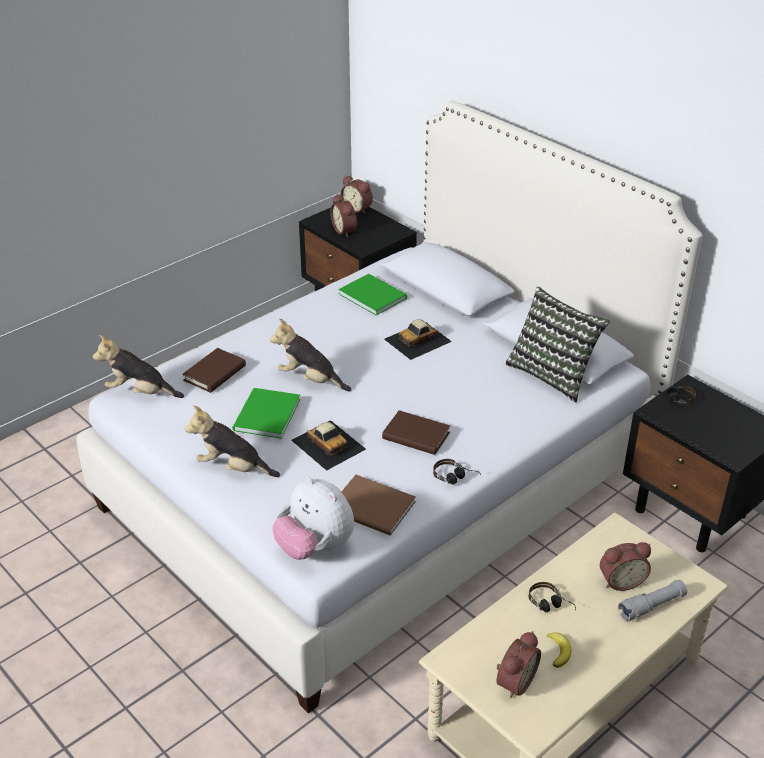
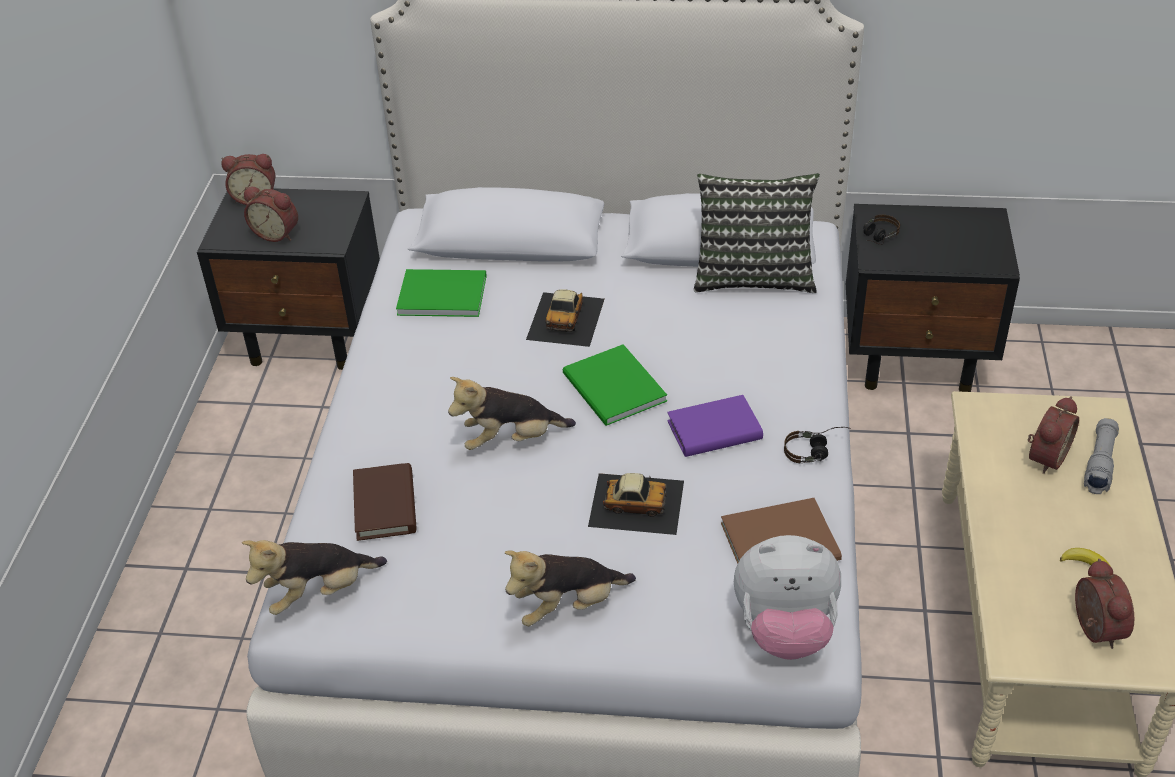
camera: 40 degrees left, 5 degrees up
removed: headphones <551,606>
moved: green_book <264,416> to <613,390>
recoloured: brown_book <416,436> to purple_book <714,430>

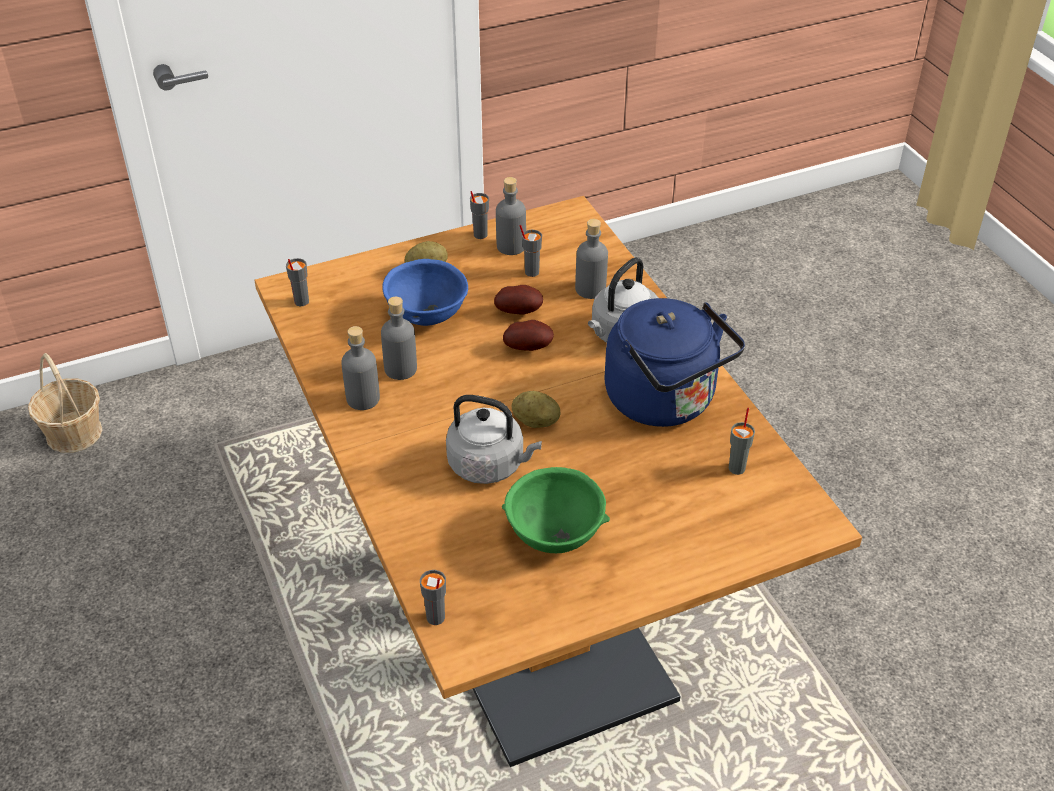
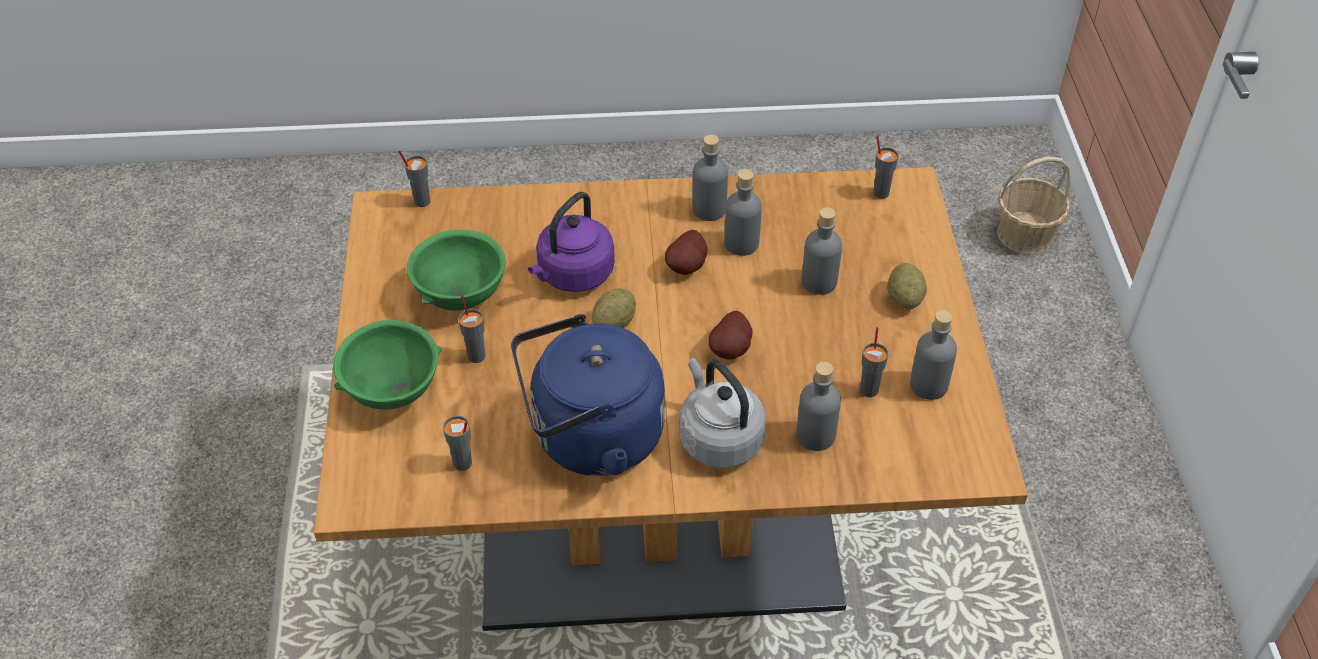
camera: 110 degrees right, 5 degrees up
added: green_bowl <394,391>
moved: grey_cup <480,235> to <476,355>; potato <519,311> to <688,267>
replaced: blue_bowl <428,316> to grey_bottle <819,282>
recoloured: grey_kettle <490,465> to purple_kettle <573,275>

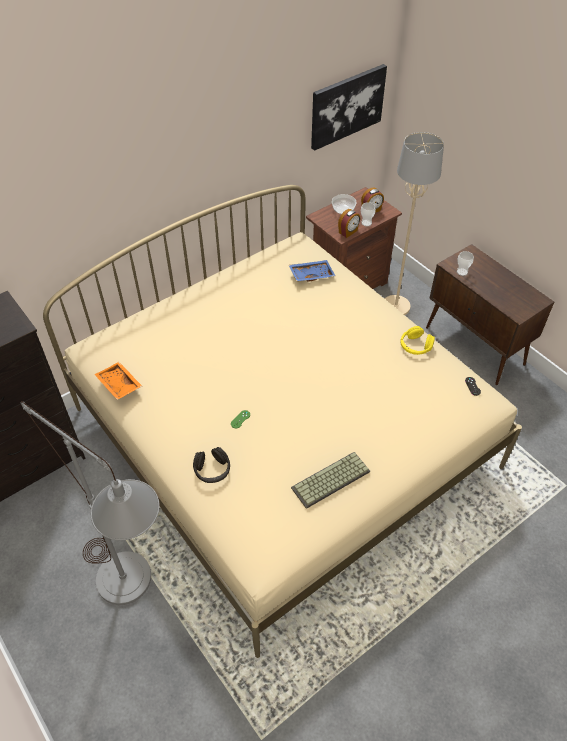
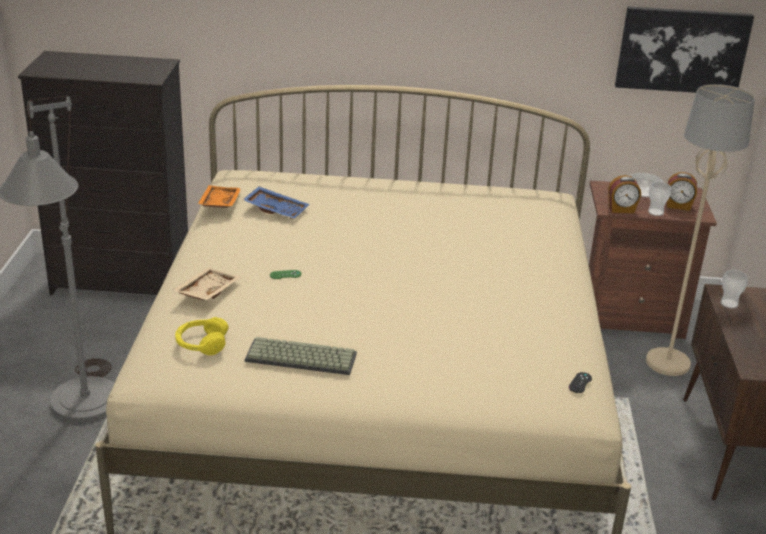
camera: 40 degrees right, 20 degrees down
moved: blue_tray <311,274> to <276,209>; yellow_headphones <415,346> to <201,344>
replaced: black_headphones <212,470> to beige_tray <206,291>

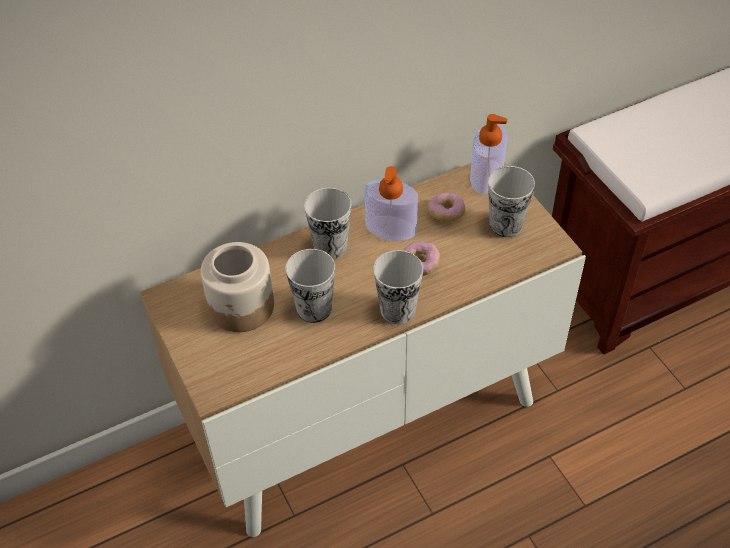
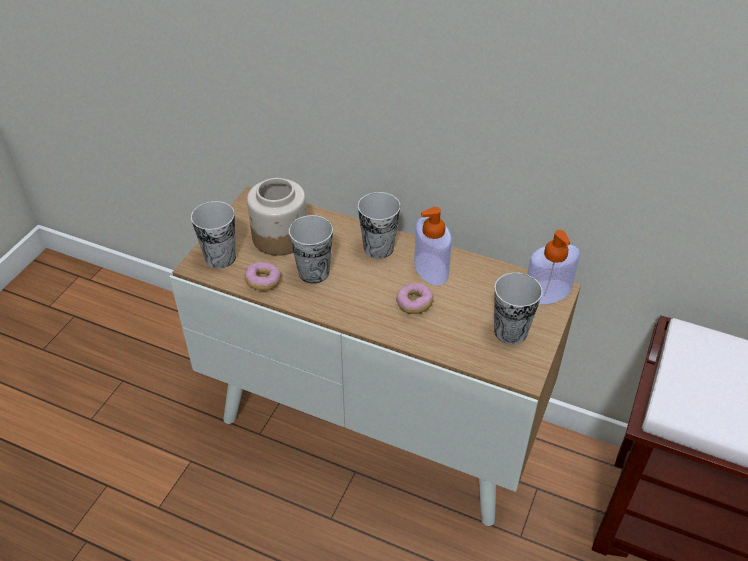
camera: 50 degrees right, 5 degrees down
moved: cup <397,310> to <220,257>; donut <446,213> to <263,282>

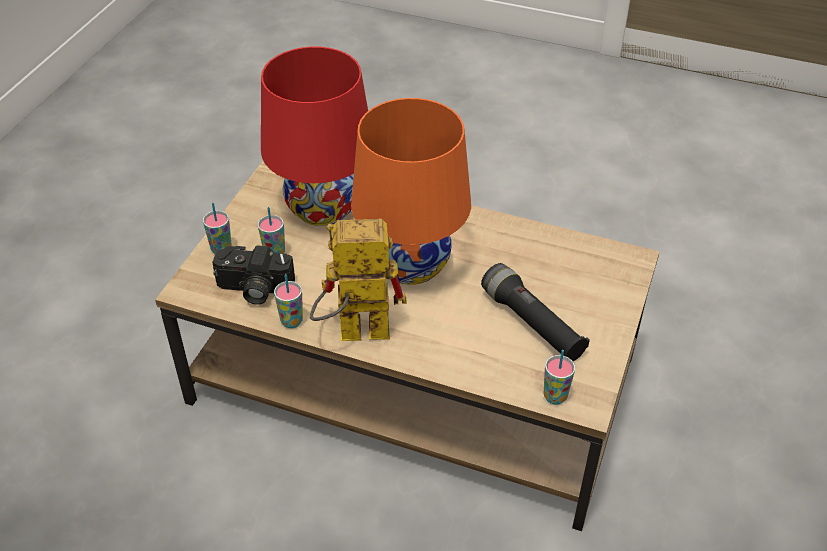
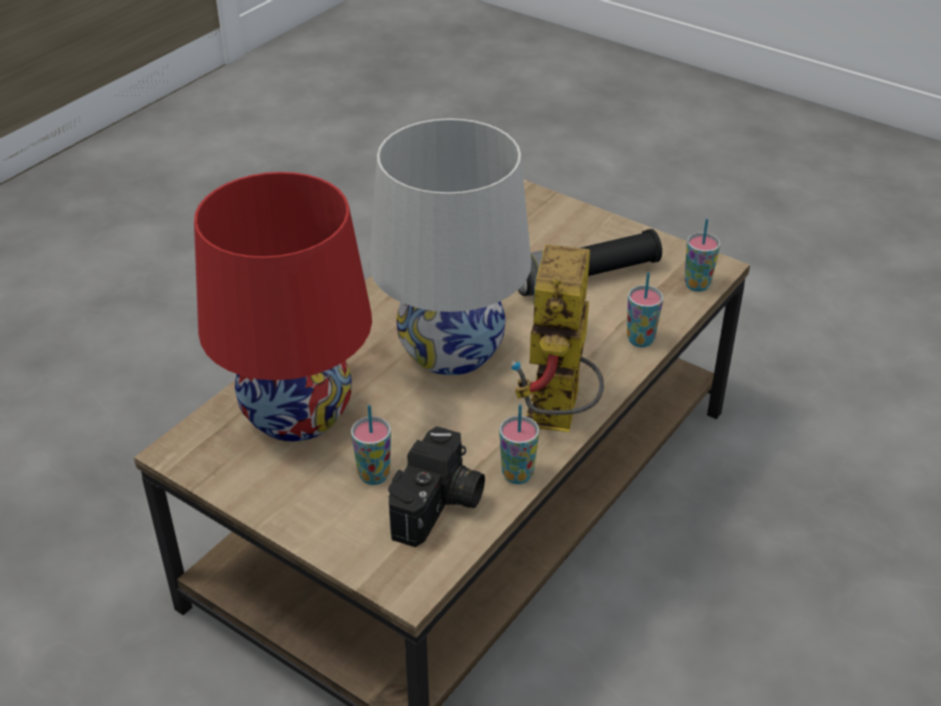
camera: 75 degrees left, 5 degrees down
moved: cup <221,249> to <640,340>
recoloured: orange_table_lamp <410,263> to white_table_lamp <450,350>

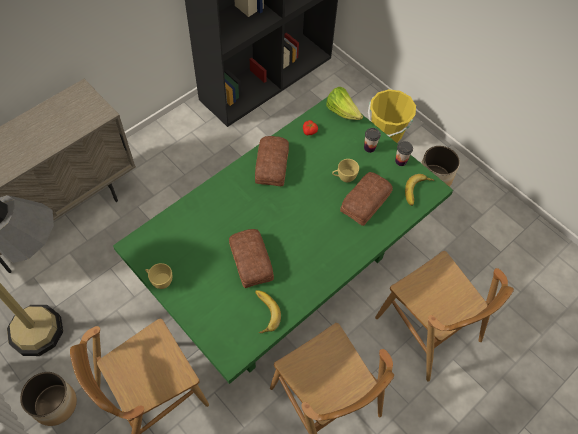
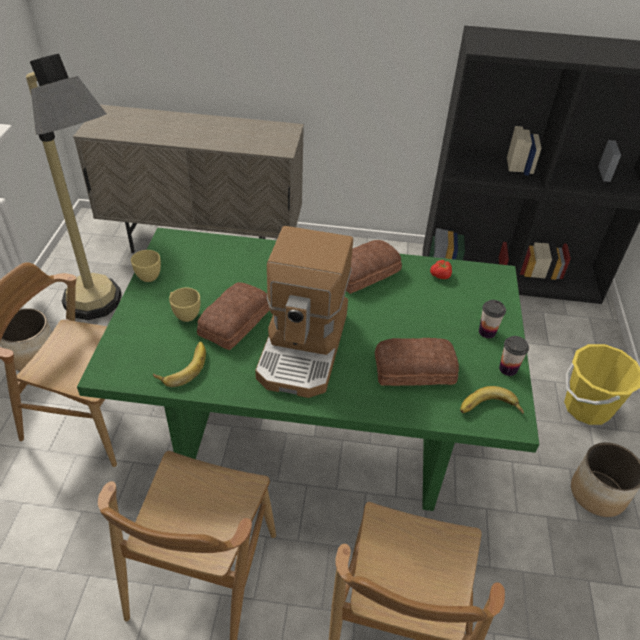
camera: 50 degrees right, 15 degrees down
removed: lettuce <342,112>
added: coffee_machine <304,347>
moved: yellow_cup <344,177> to <184,314>

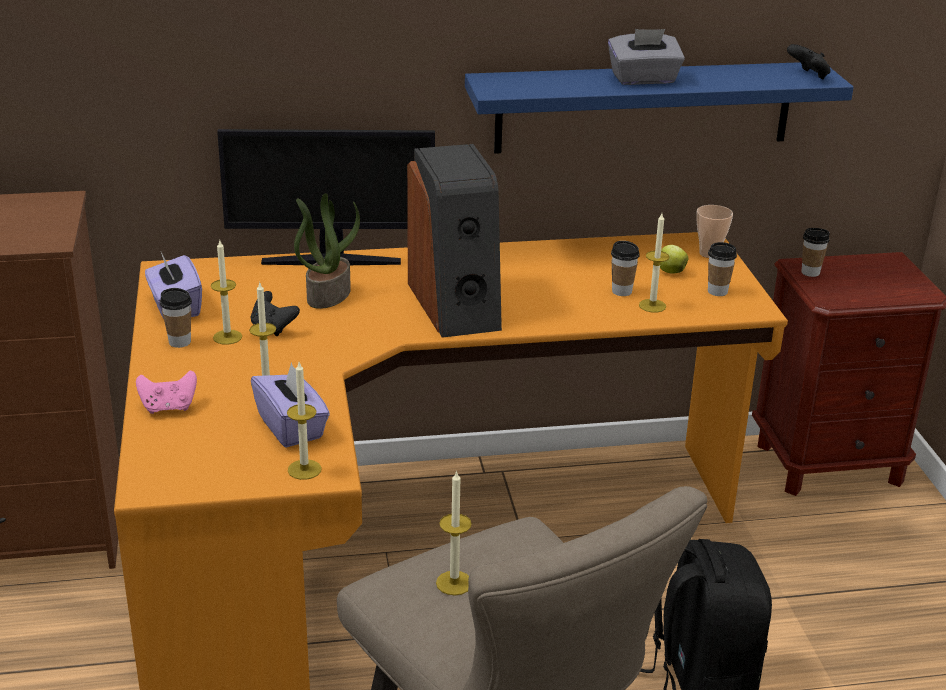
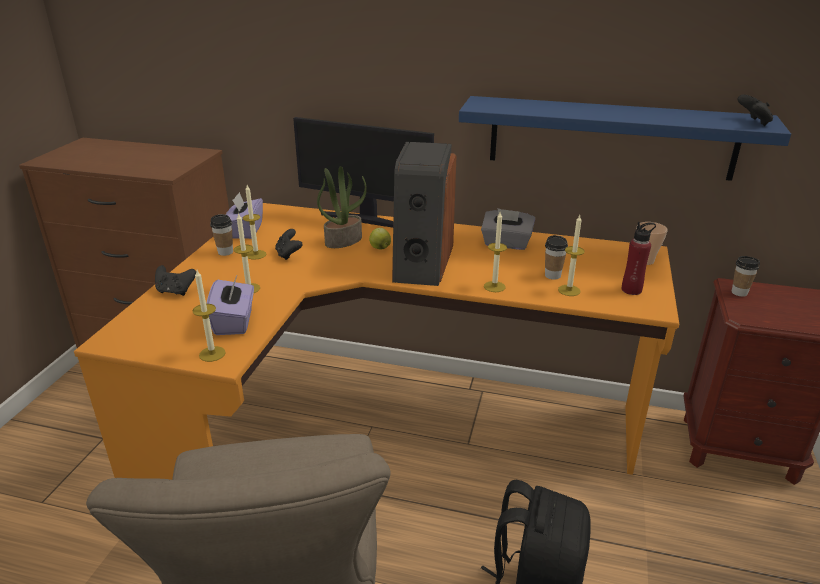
camera: 25 degrees right, 0 degrees up
moved: candle <454,583> to <494,286>; grey_tissue_box <643,79> to <506,243>; apple <670,271> to <380,248>
replaced: cup <717,291> to red_bottle <631,290>
recoloured: pink_game_controller <168,407> to black_game_controller <175,291>

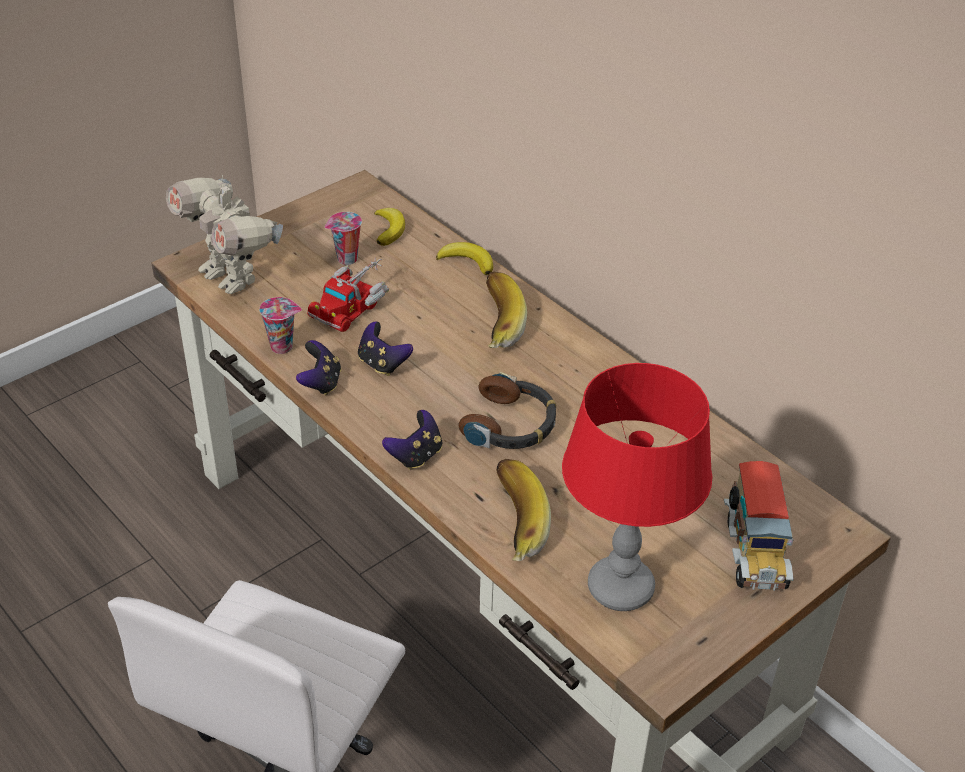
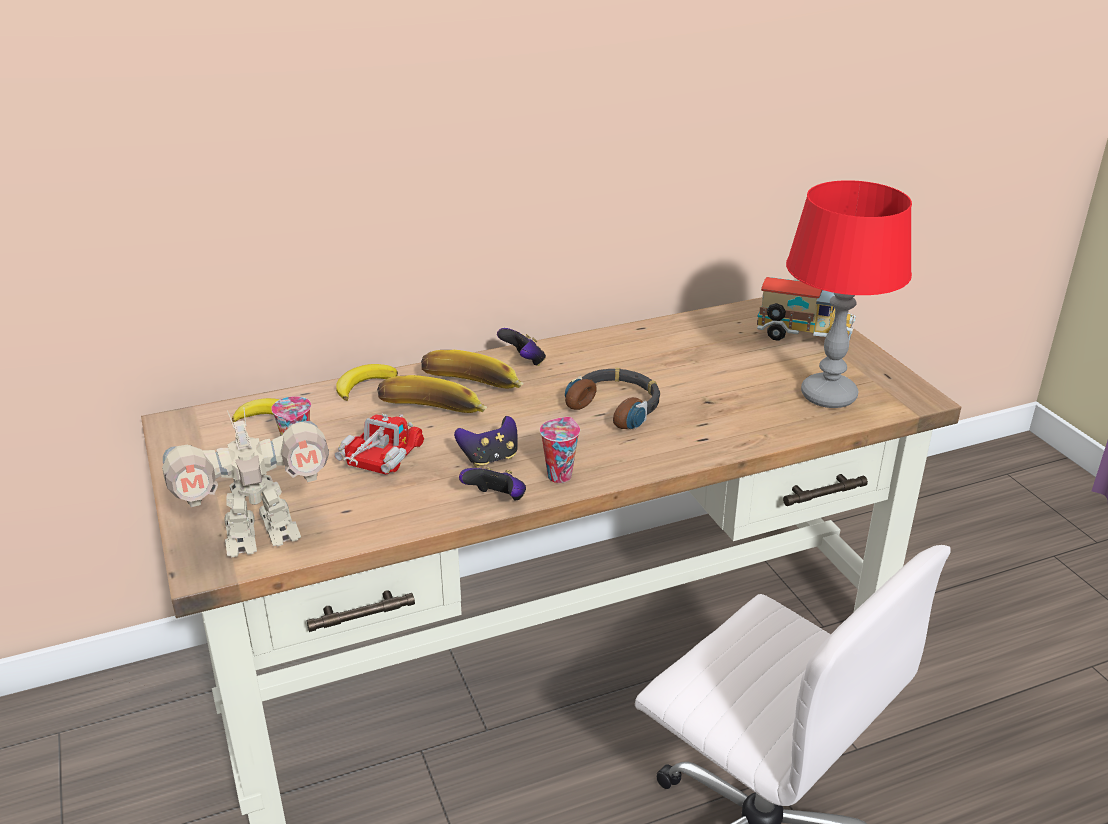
camera: 70 degrees left, 10 degrees down
moved: cup <283,346> to <559,475>; game_controller <416,456> to <523,361>; banana <511,523> to <431,415>
turned: toy_truck <351,304> = <378,461> 120 degrees counterclockwise

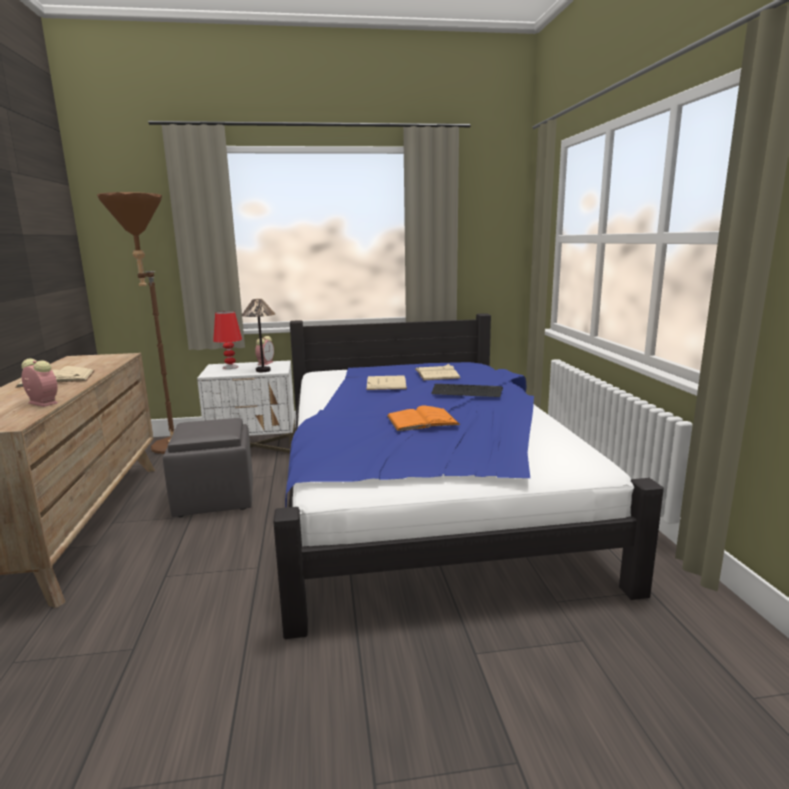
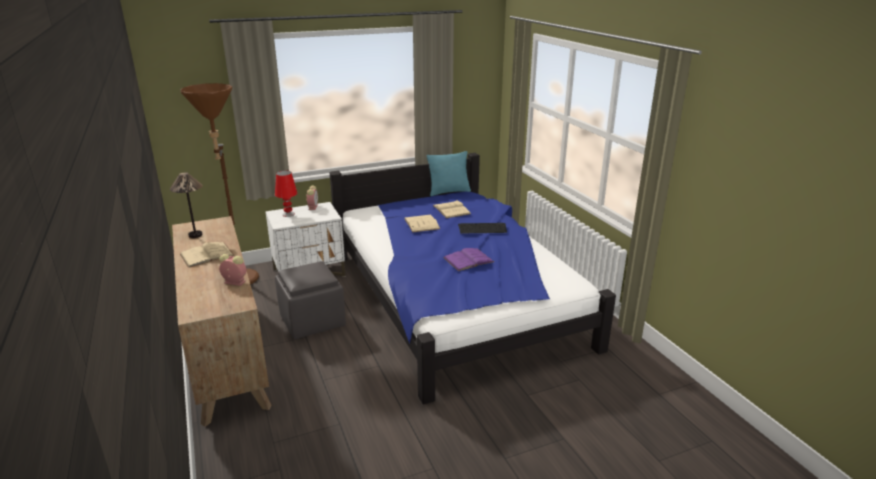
camera: 15 degrees left, 10 degrees up
added: turquoise_pillow <449,192>
moved: table_lamp <263,370> to <195,235>
recoloured: orange_book <422,420> to purple_book <468,260>

